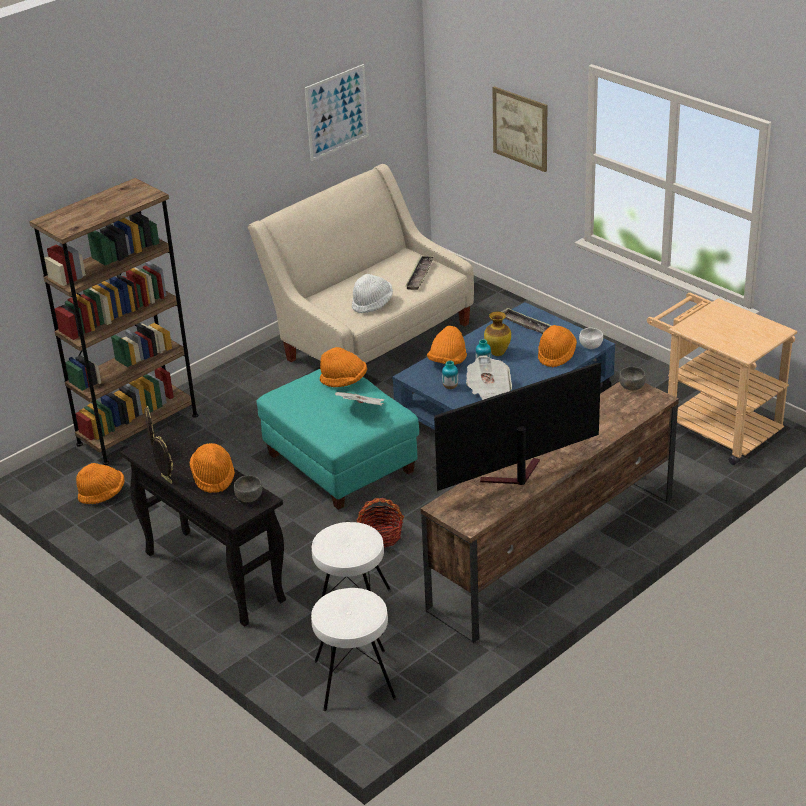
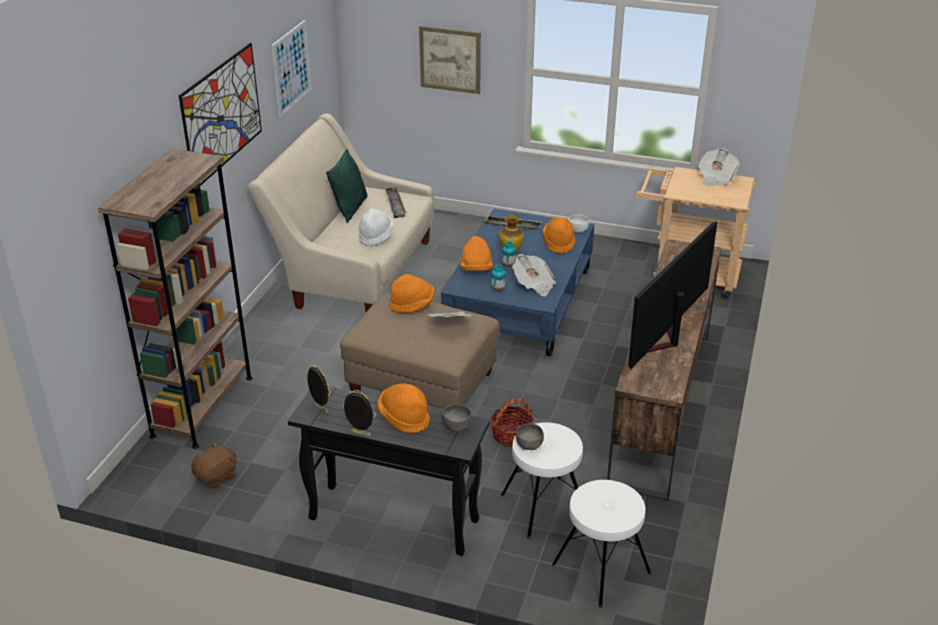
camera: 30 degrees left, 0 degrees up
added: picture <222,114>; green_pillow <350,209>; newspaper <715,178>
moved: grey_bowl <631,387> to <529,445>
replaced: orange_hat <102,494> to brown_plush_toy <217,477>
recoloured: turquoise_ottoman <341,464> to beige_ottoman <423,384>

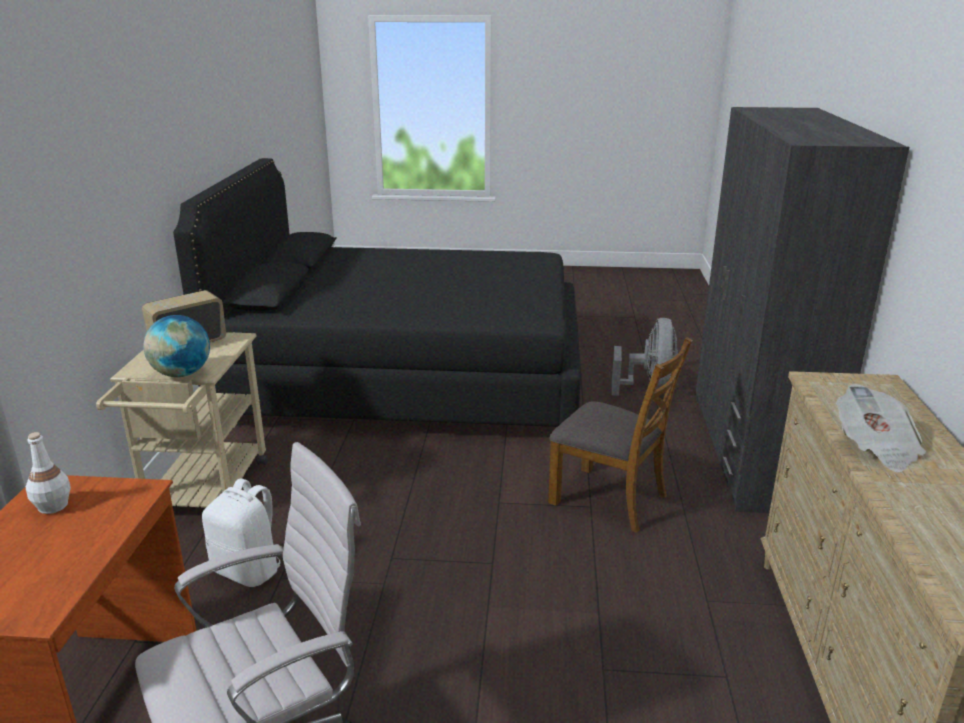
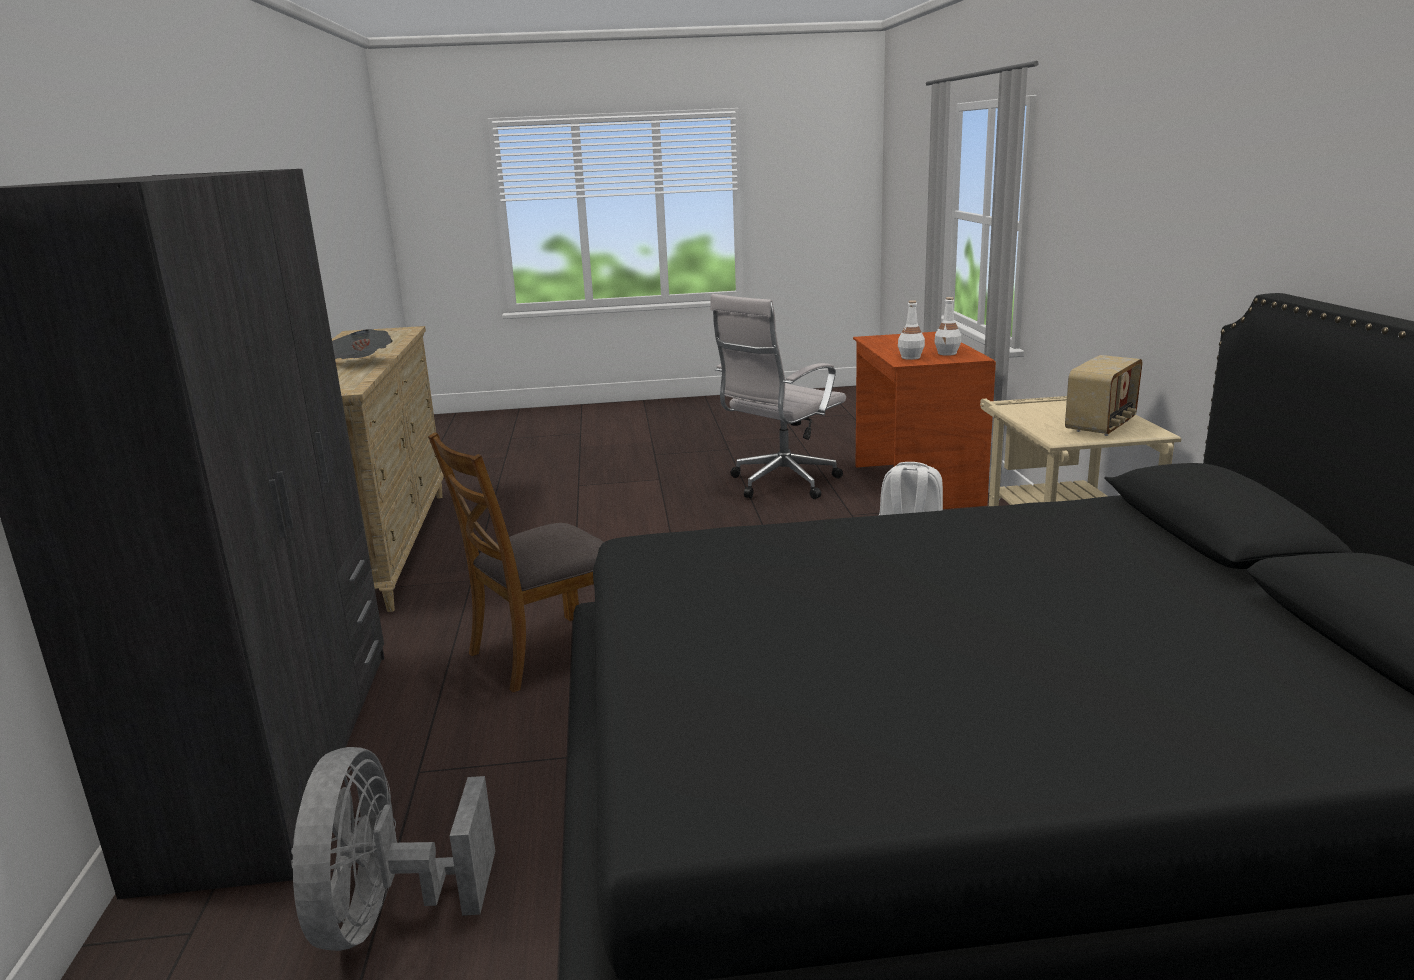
camera: 170 degrees right, 5 degrees down
removed: globe <182,374>
added: white_bottle <910,357>
turned: brown_chair <610,498> = <545,651> 60 degrees counterclockwise

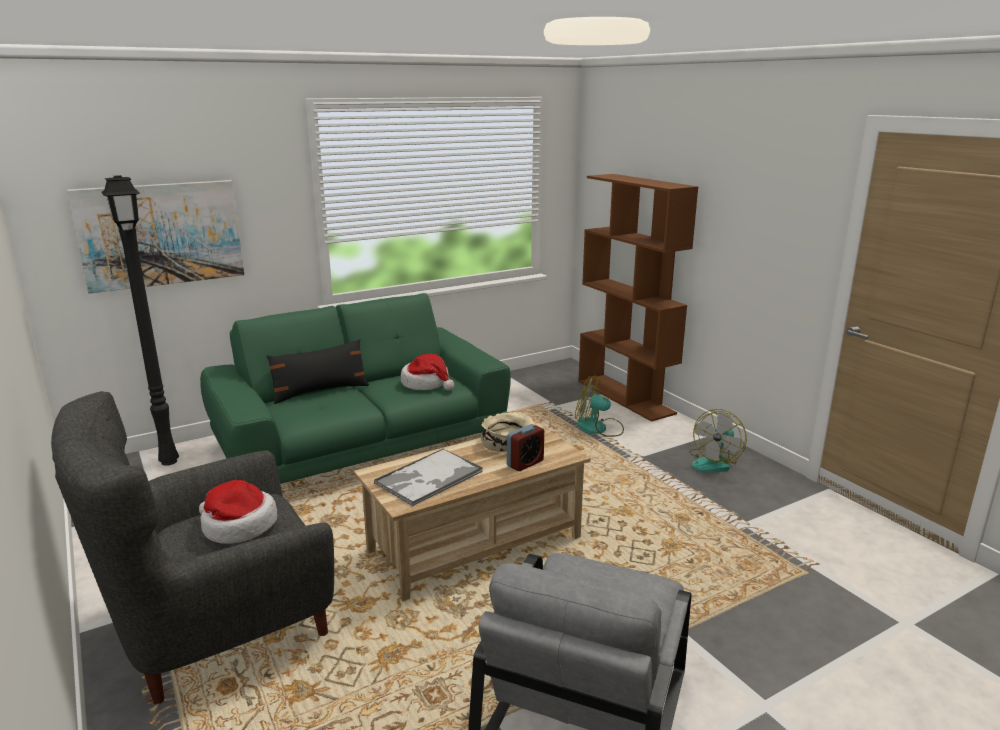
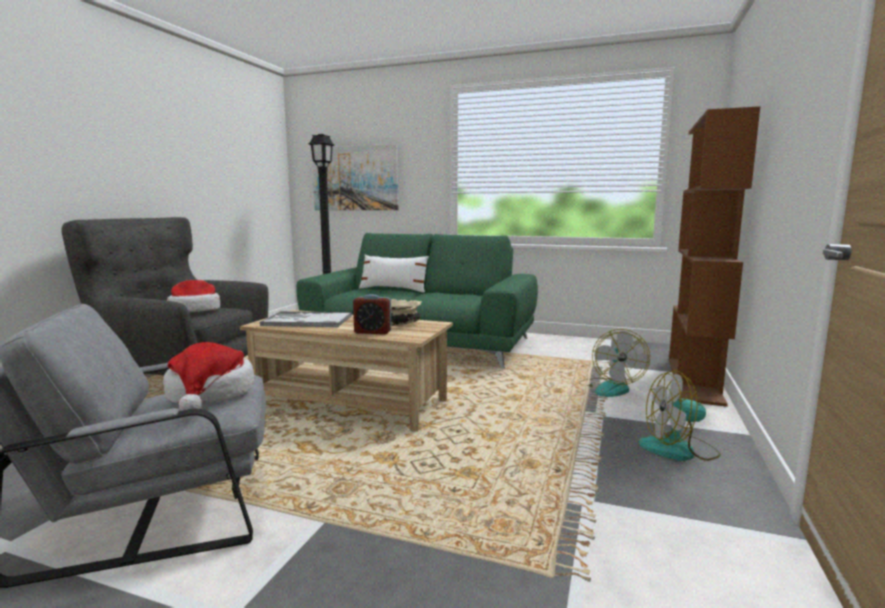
camera: 50 degrees right, 10 degrees down
moved: hat <426,383> to <210,394>
recoloured: black_pillow <320,391> to white_pillow <393,289>
turned: fan <598,428> = <610,387> 150 degrees counterclockwise

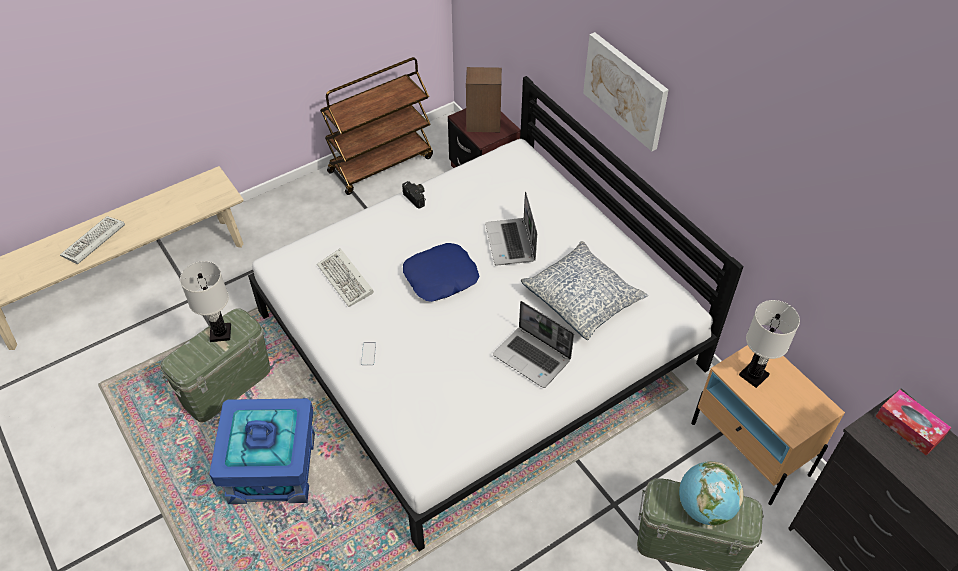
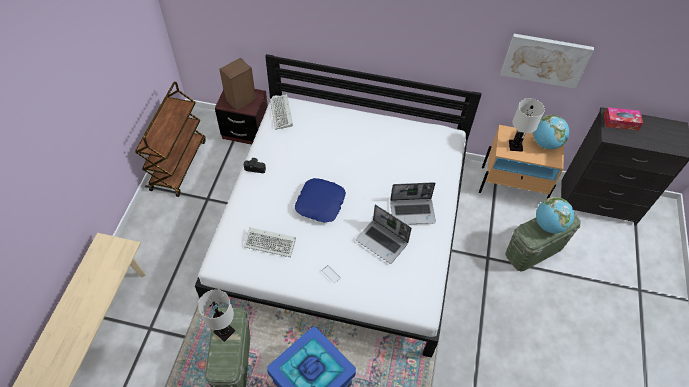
camera: 45 degrees left, 5 degrees up
removed: pillow <582,298>
added: globe <545,143>
moved: keyboard <93,243> to <282,114>; laptop <511,243> to <382,242>; picture <625,90> to <545,60>

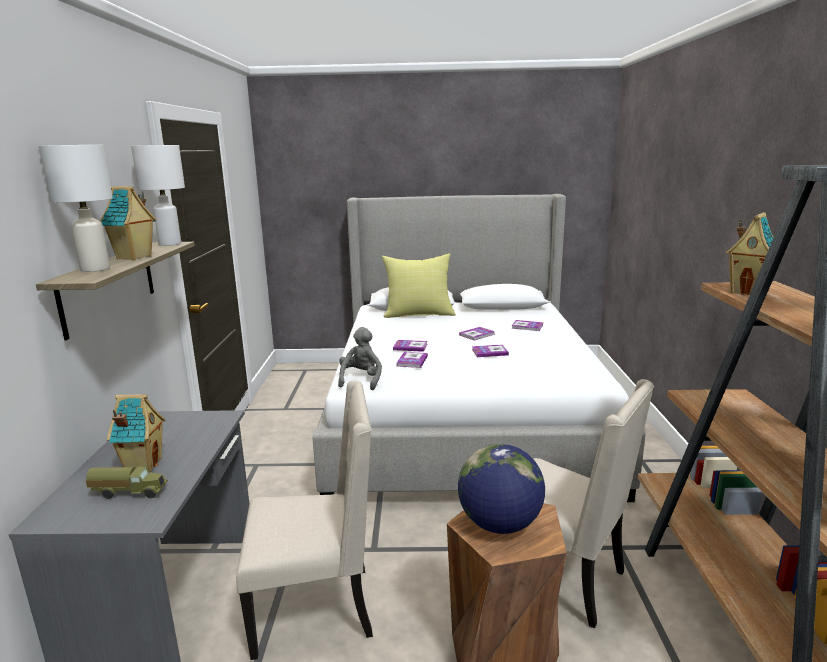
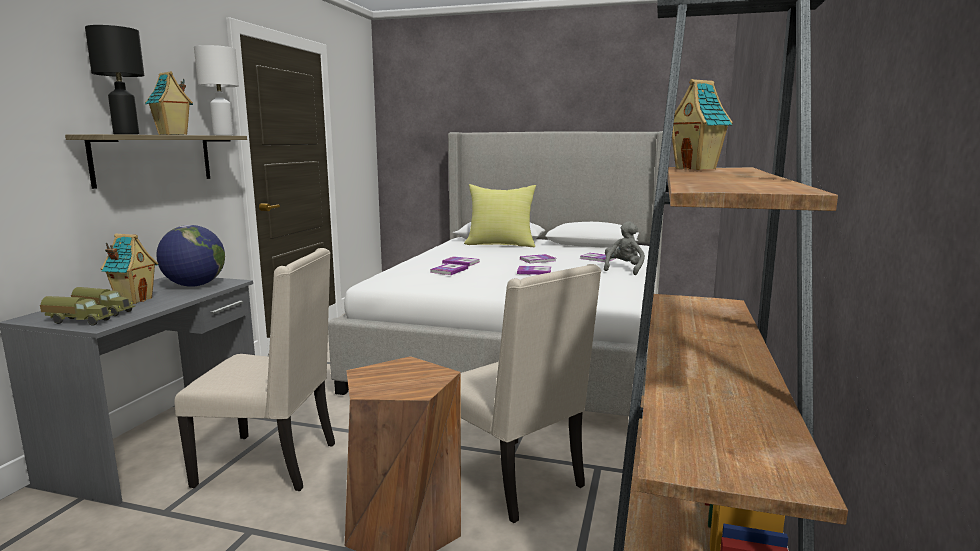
camera: 15 degrees right, 5 degrees down
added: toy_truck <79,321>
moved: grey_plush_toy <361,380> to <623,269>; globe <499,524> to <194,285>
recoloured: white_table_lamp <96,269> to black_table_lamp <127,134>

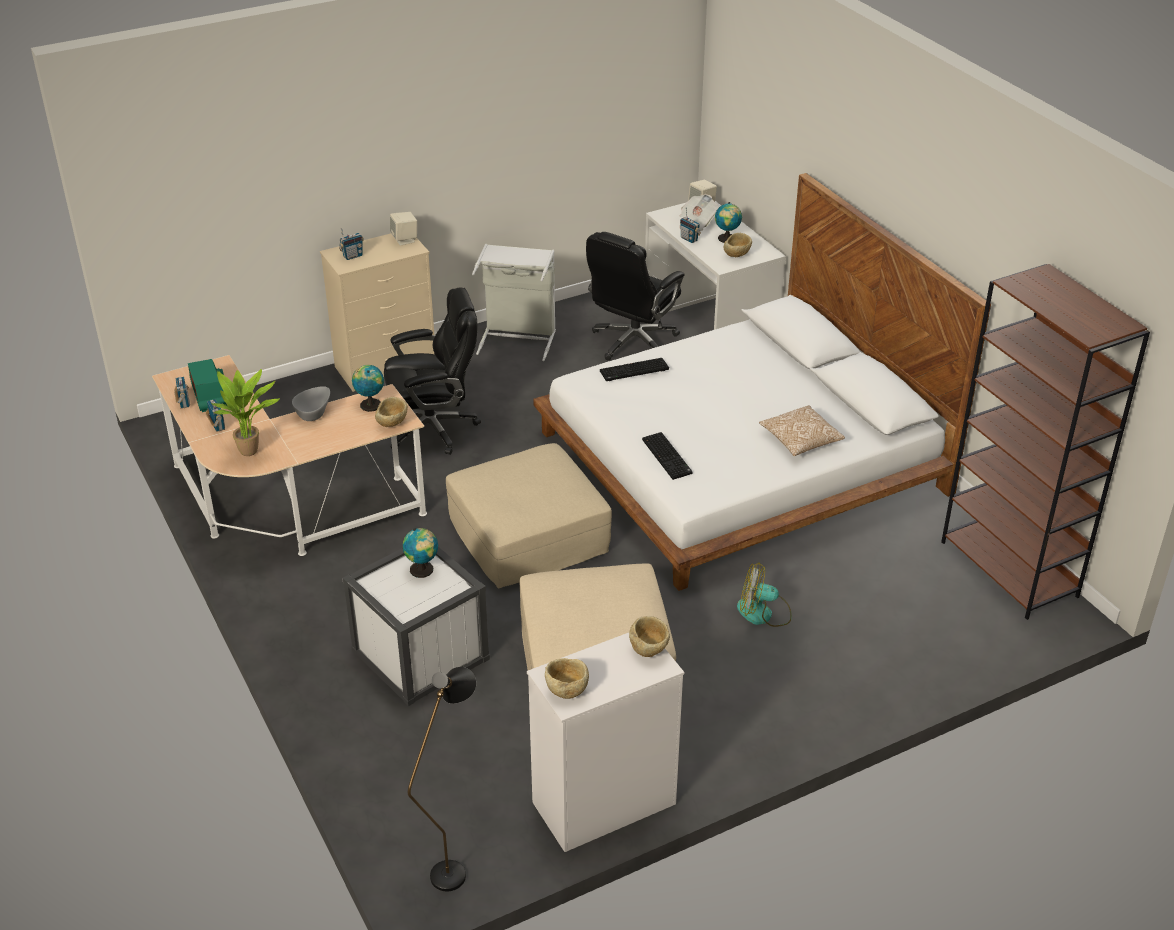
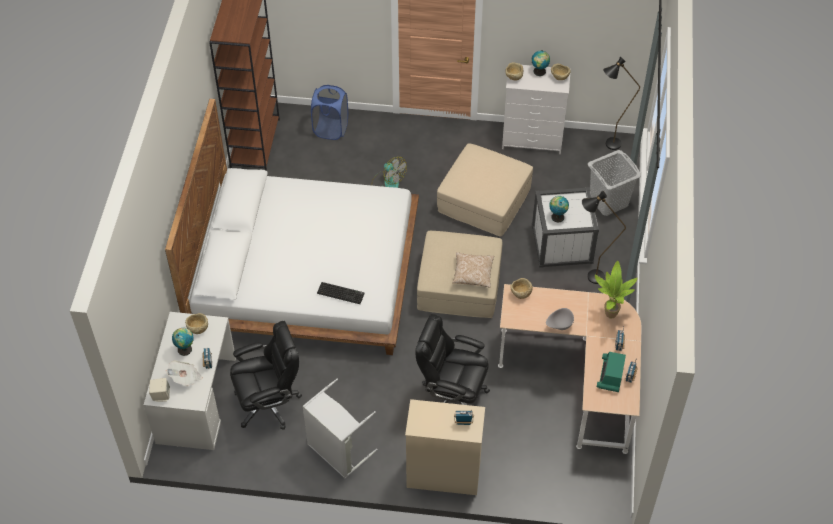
camera: 145 degrees left, 15 degrees up
removed: beige_speaker <405,240>; keyboard <668,457>
added: blue_laundry_basket <330,129>; black_floor_lamp <589,277>; grey_laundry_basket <608,201>
moved: globe <370,404> to <539,72>; pillow <800,440> to <472,274>

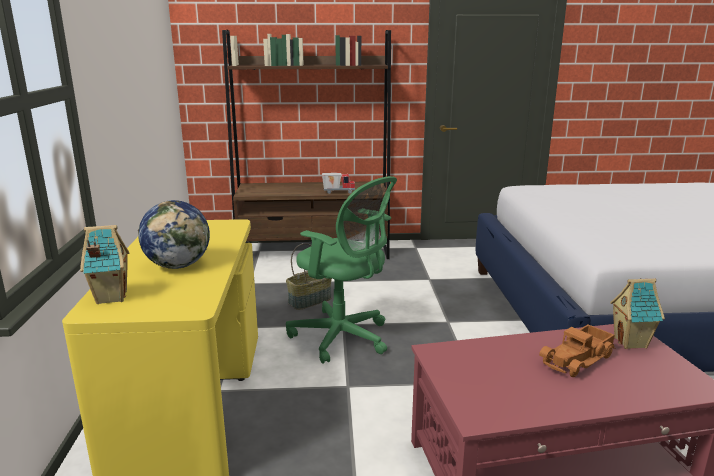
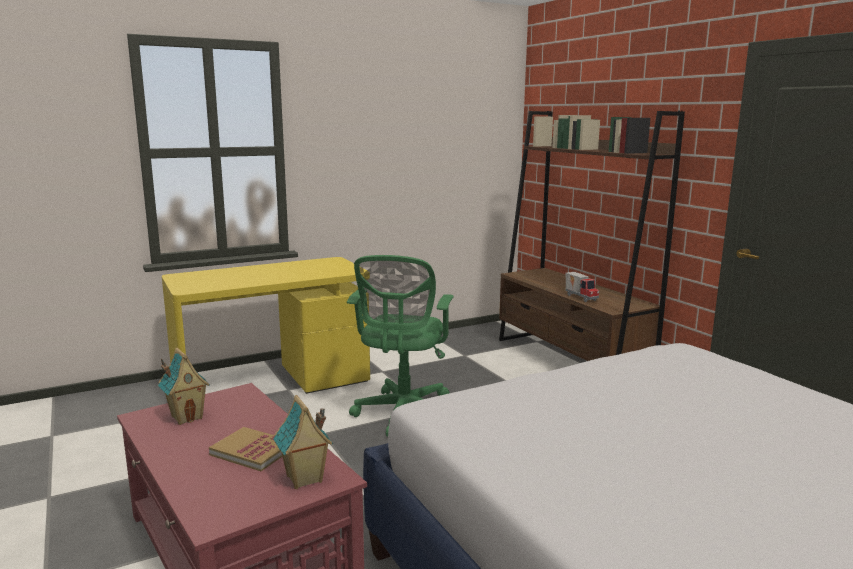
camera: 65 degrees right, 5 degrees down
removed: globe <178,265>; basket <309,301>
moved: toy_house <110,297> to <187,417>
replaced: toy_truck <578,359> to book <252,451>

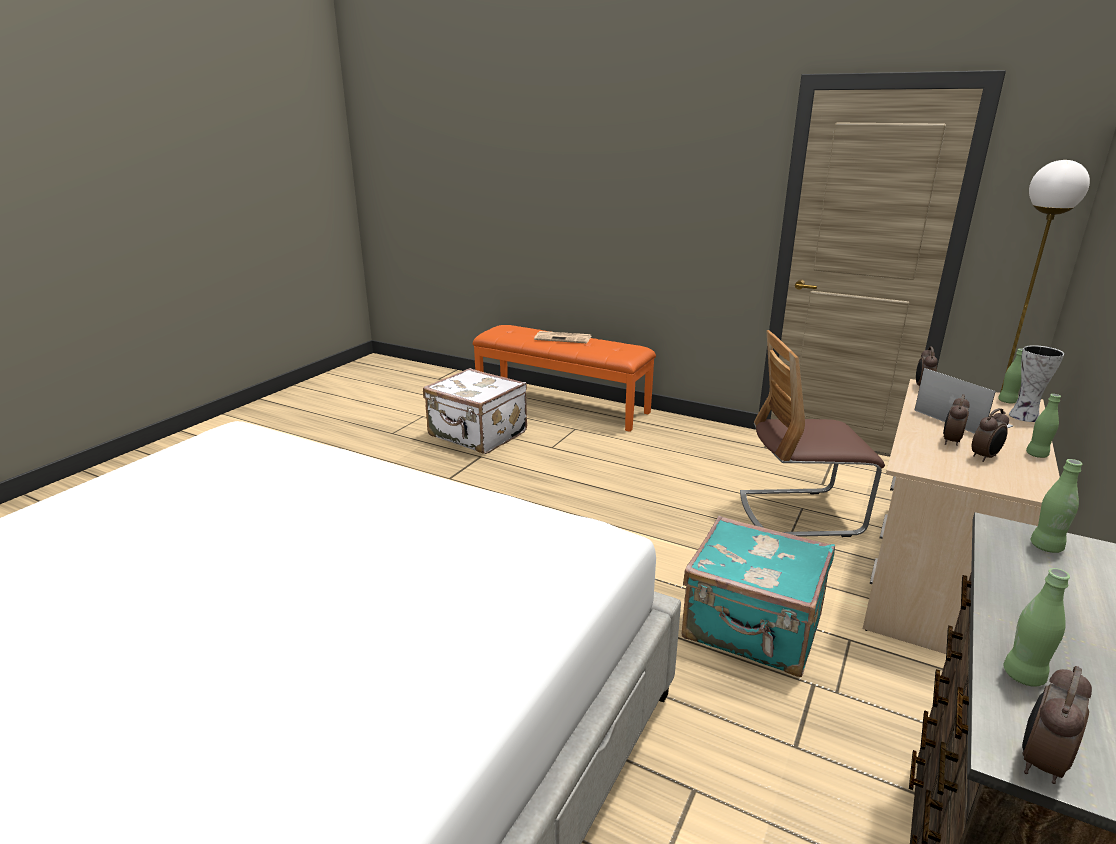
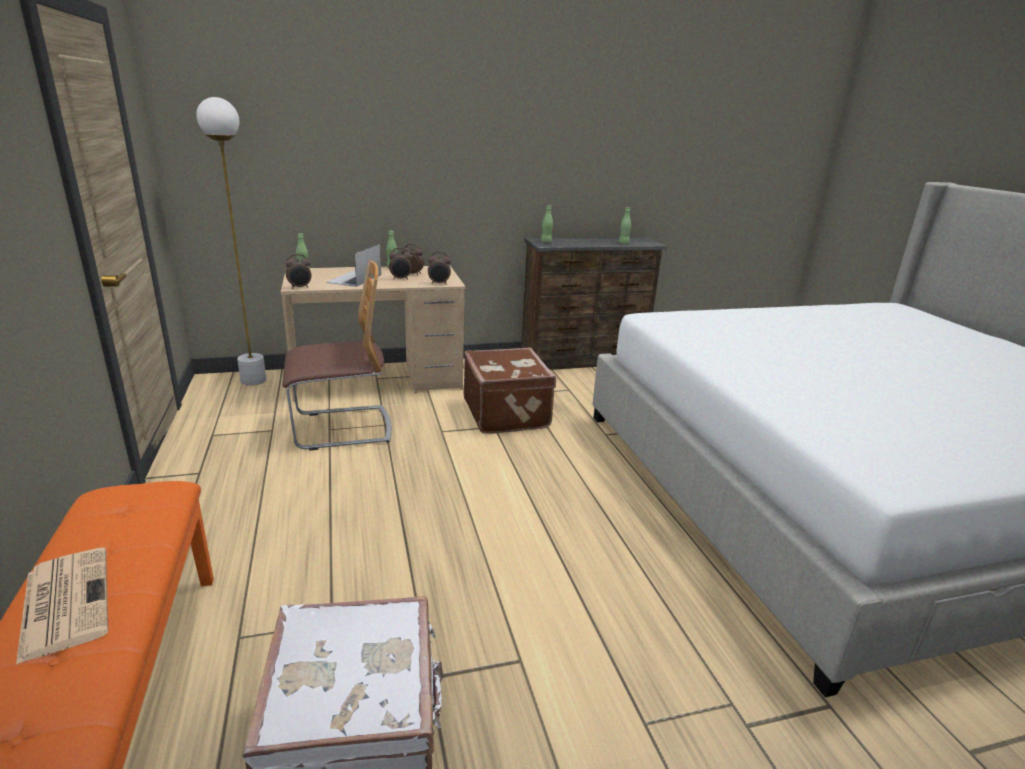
camera: 135 degrees left, 0 degrees up
removed: vase <1023,416>
moved: alarm_clock <1040,762> to <439,283>
recoloured: turquoise_suitcase <752,629> to brown_suitcase <507,413>
turned: chair <799,514> = <342,428> 60 degrees counterclockwise

